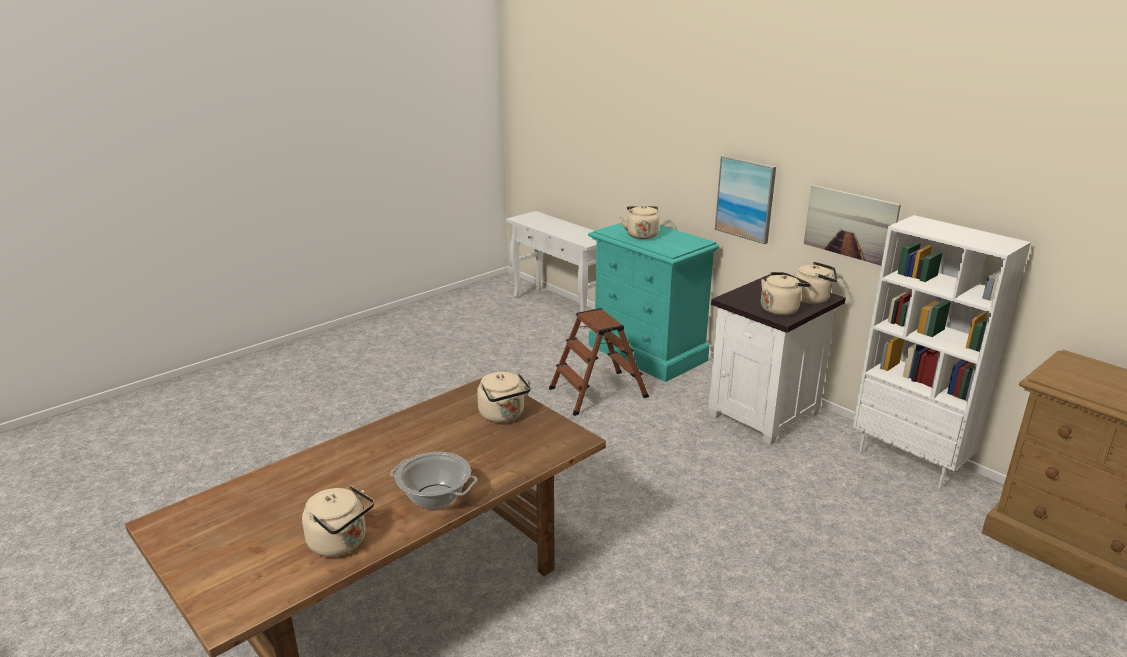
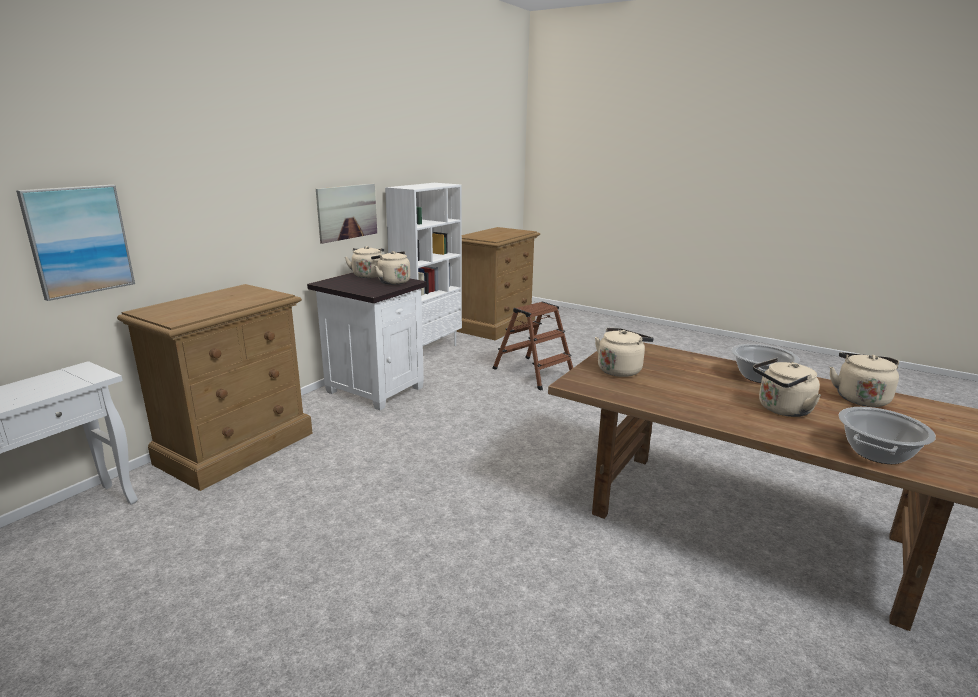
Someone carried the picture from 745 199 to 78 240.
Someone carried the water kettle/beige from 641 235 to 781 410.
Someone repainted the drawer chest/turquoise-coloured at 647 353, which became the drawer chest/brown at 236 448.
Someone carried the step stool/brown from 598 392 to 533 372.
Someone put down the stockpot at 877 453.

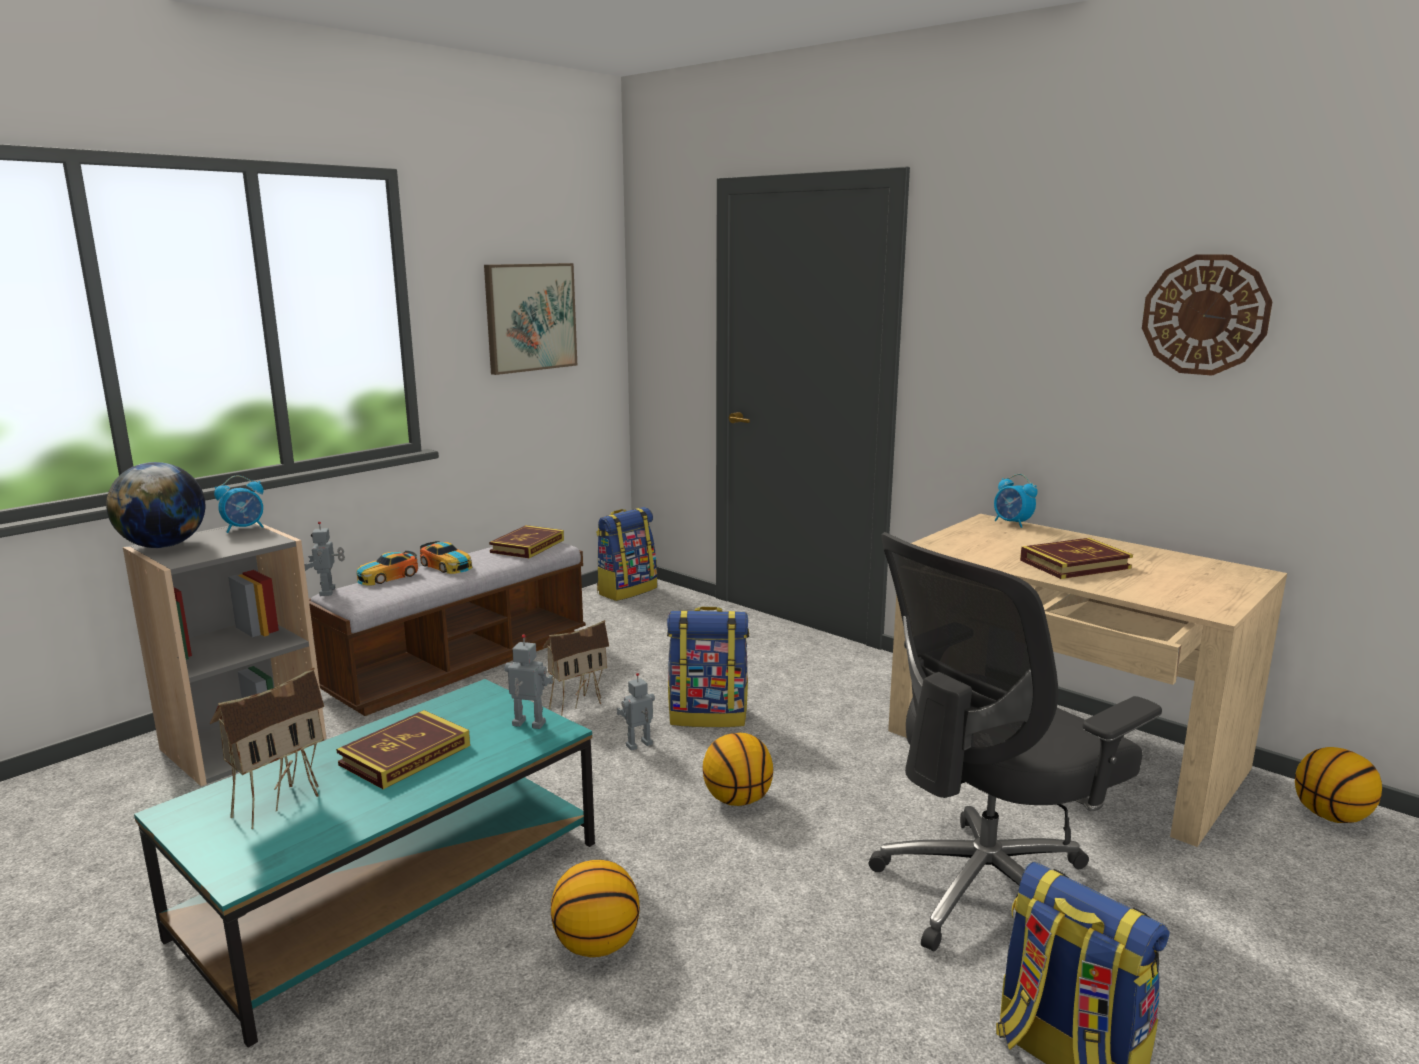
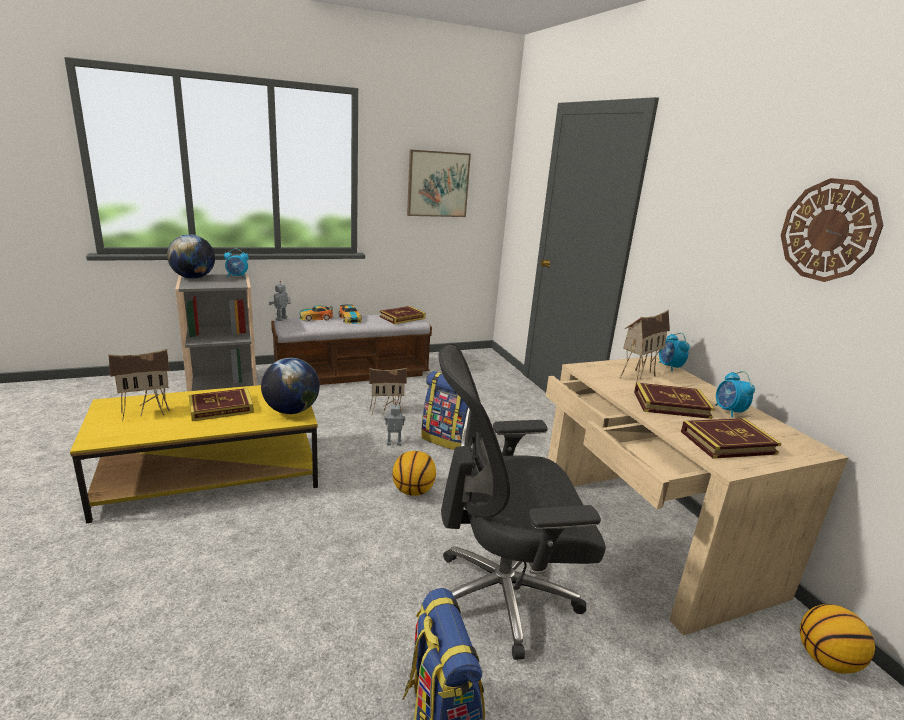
Someone took away the rucksack at 626 590.
Someone swapped the robot figure at 528 725 for the globe at 291 411.
Someone repainted the low table/turquoise-coloured at 393 888, which became the low table/yellow-coloured at 210 474.
Someone took away the basketball ball at 596 944.
Someone put down the miniature house at 636 375.
Someone put down the table clock at 729 411.
Someone put down the book at 727 442.

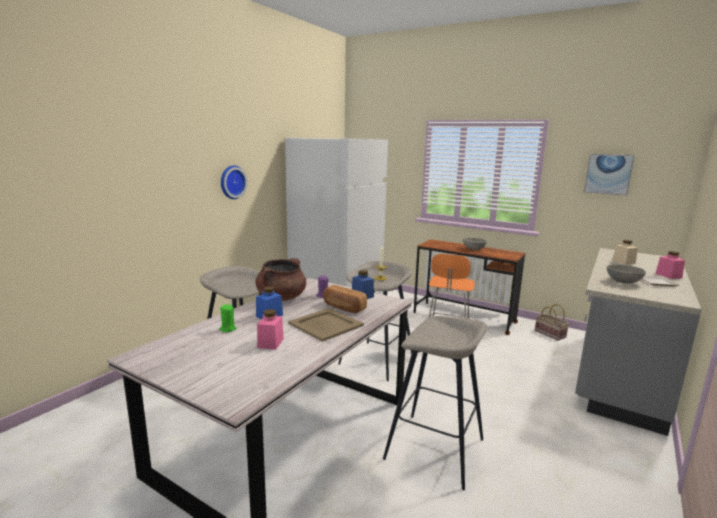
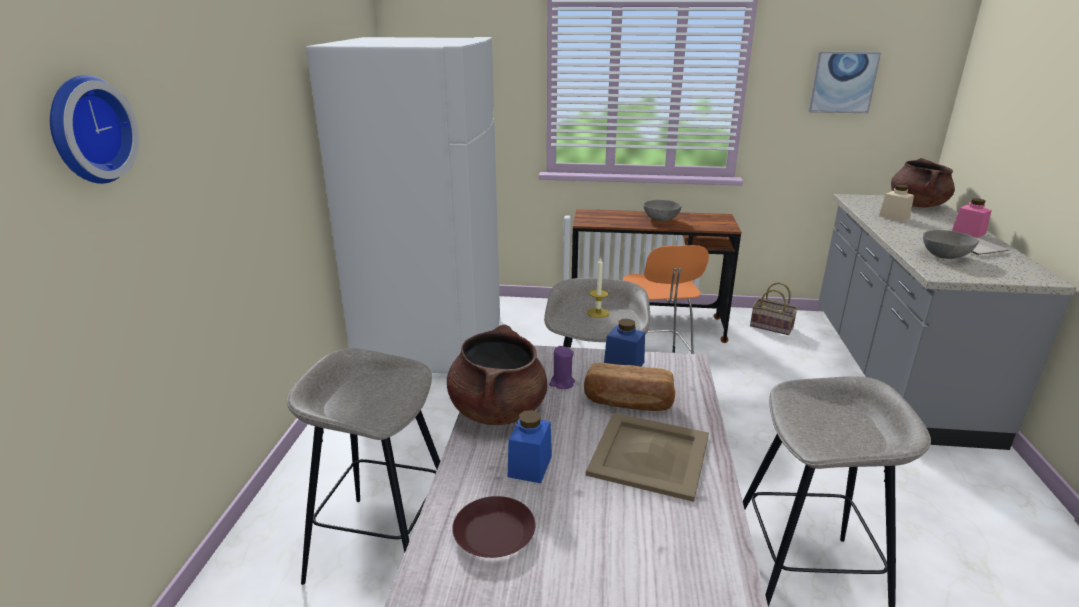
Someone carried the clock on the wall from 231 182 to 86 130.
Someone swapped the wax candle/greenish at 227 329 for the plate/brown at 494 532.
Someone took away the jar/pinkish at 270 343.
Someone put down the stockpot/brown at 917 205.

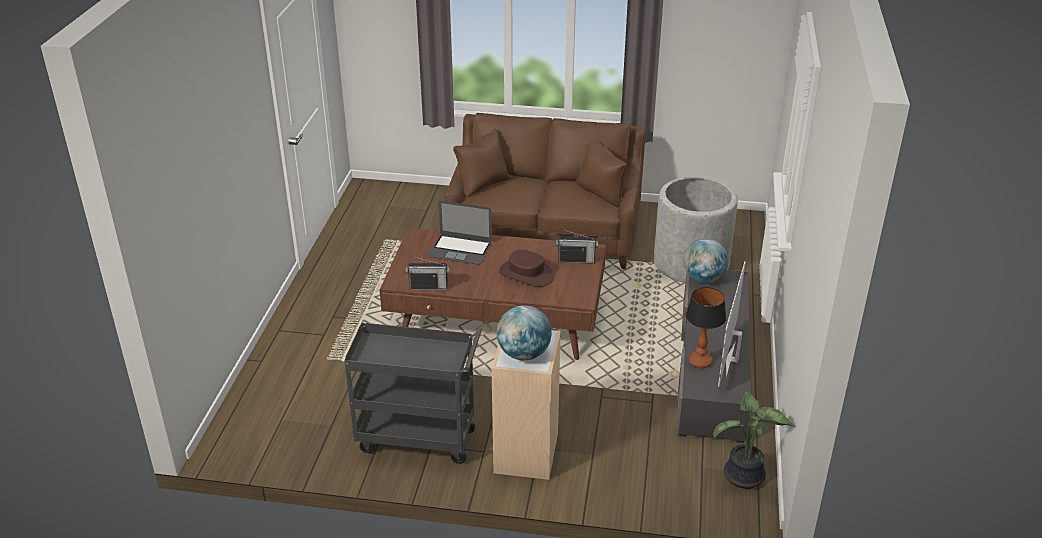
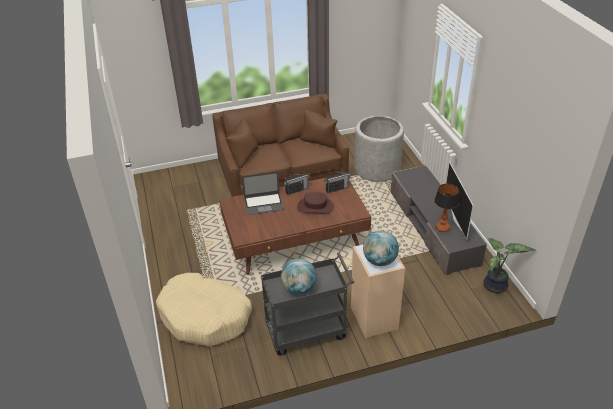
Someone carried the globe from 703 278 to 299 288.
Someone carried the radio from 428 287 to 296 190.
Someone put down the dog cushion/beige at 205 317.

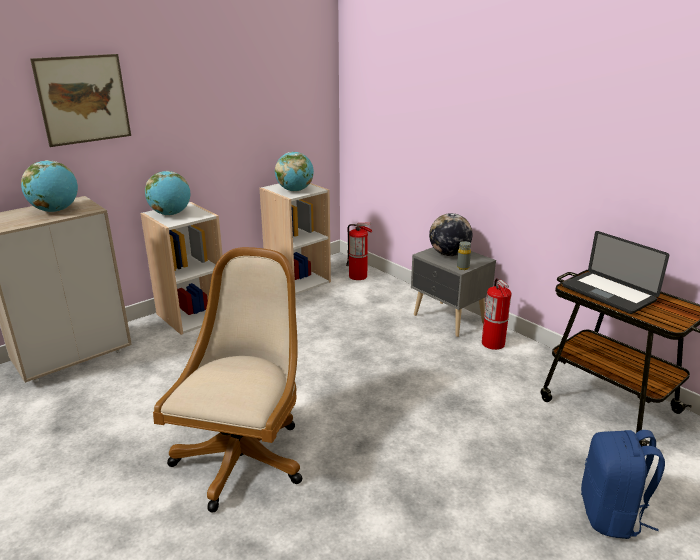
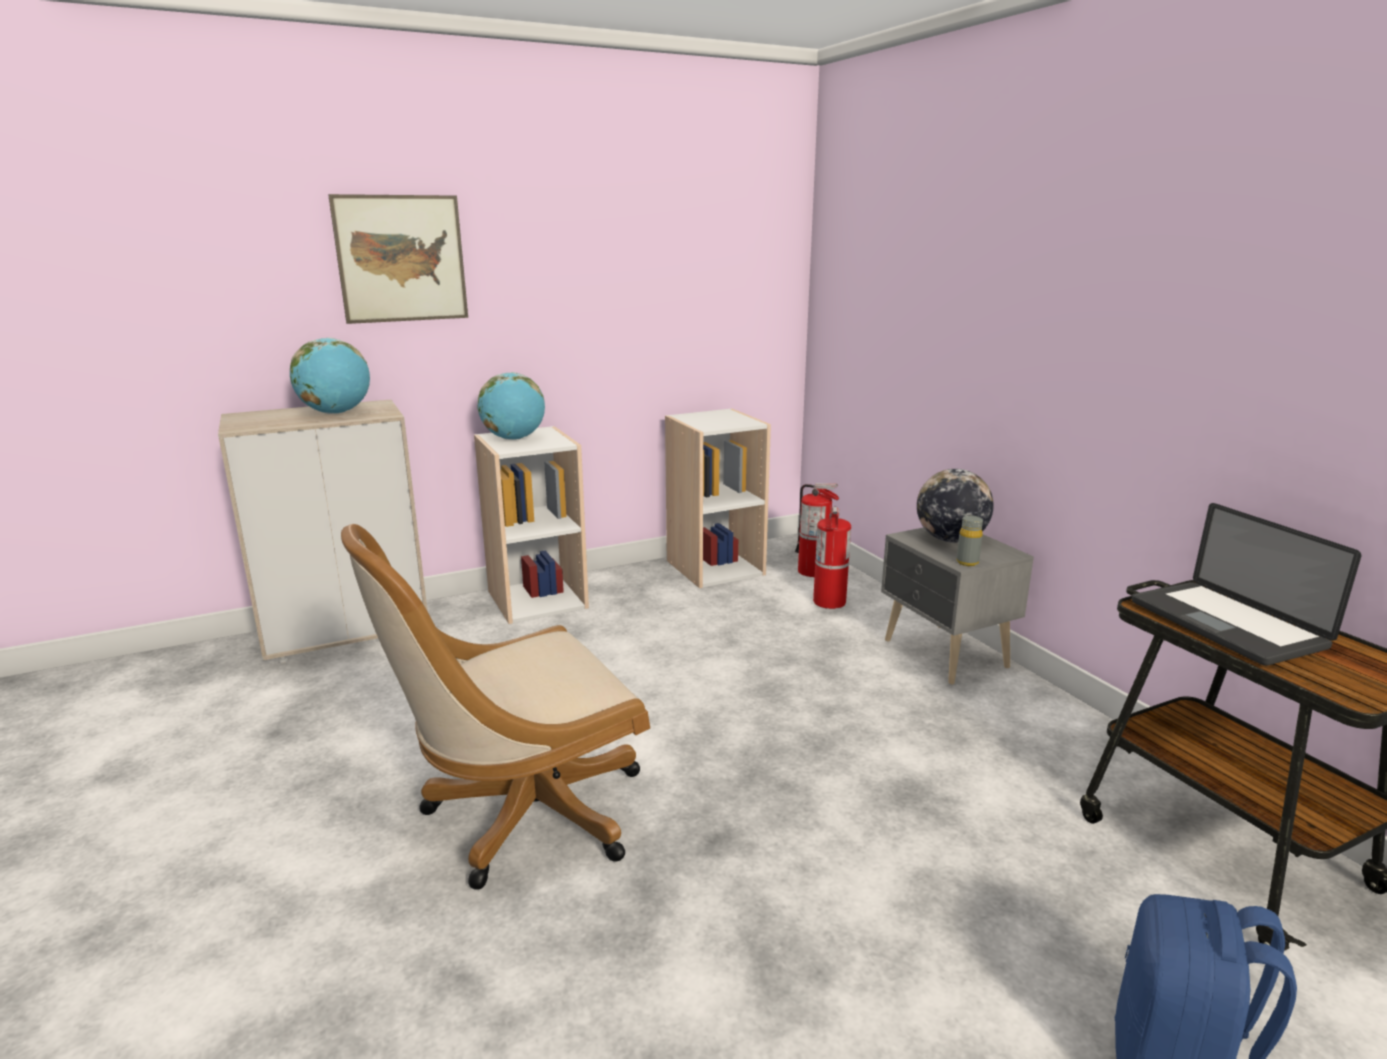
Someone took away the globe at 295 190.
Someone rotated the desk chair at 244 452 by 150 degrees counterclockwise.
Someone carried the fire-fighting cylinder from 493 344 to 829 602.

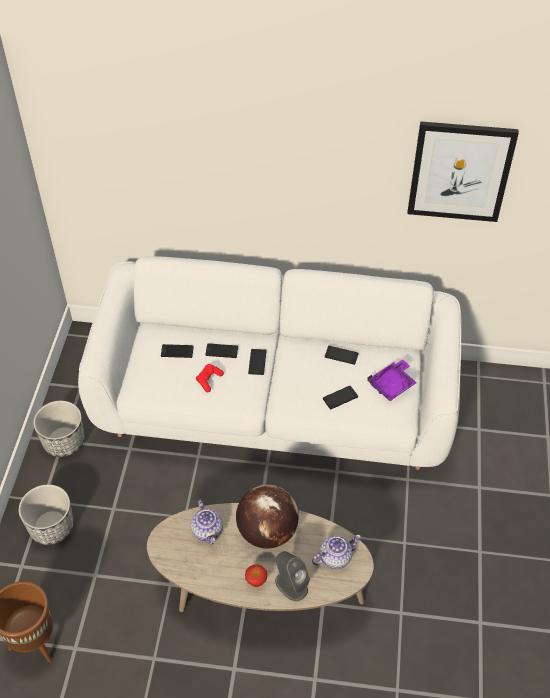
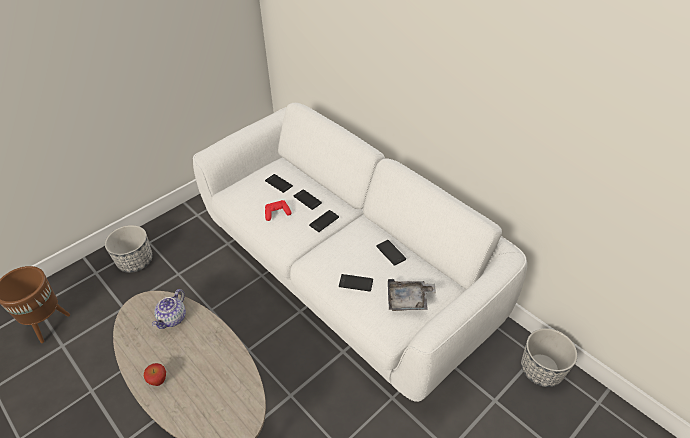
Someone took away the picture at 460 171.
Someone repainted the carrying tray/purple-coloured at 392 385, which became the carrying tray/gray at 408 300.
Someone carried the flower pot from 64 441 to 541 369.
Someone took away the globe at 267 531.
Someone took away the teapot at 335 557.
Someone took away the speaker/gray at 291 585.

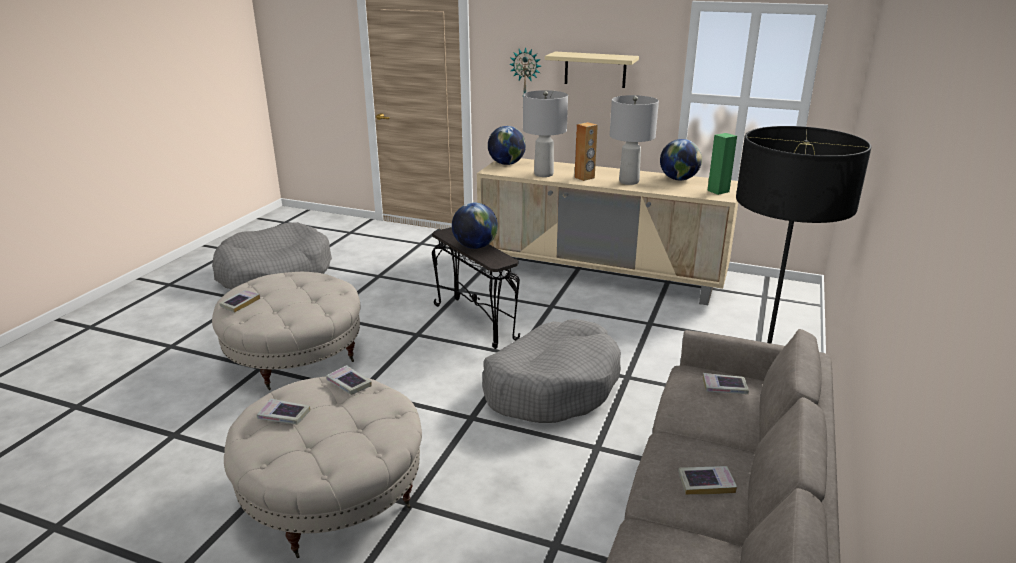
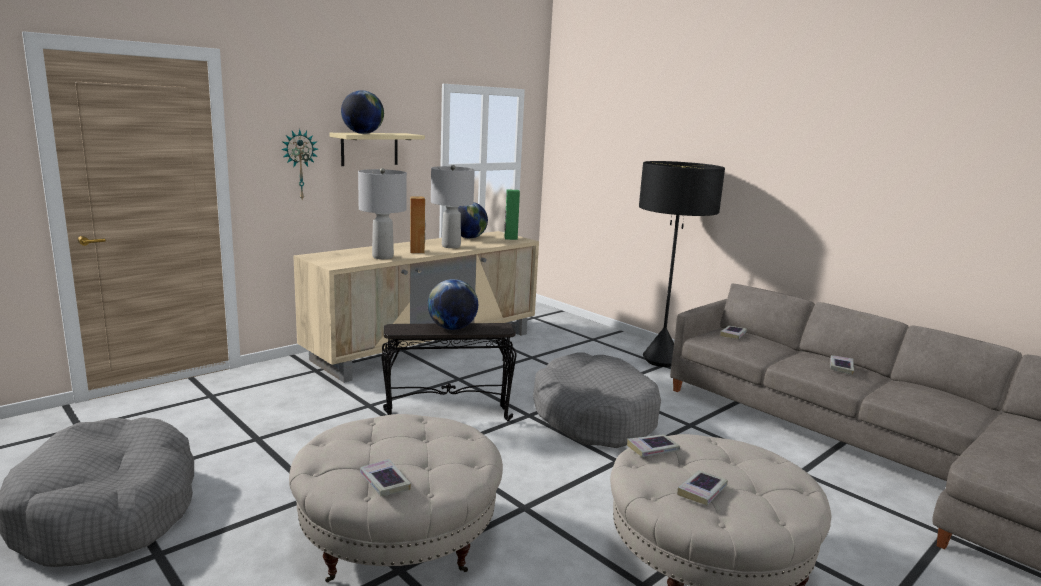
Someone carried the globe from 506 164 to 362 133.

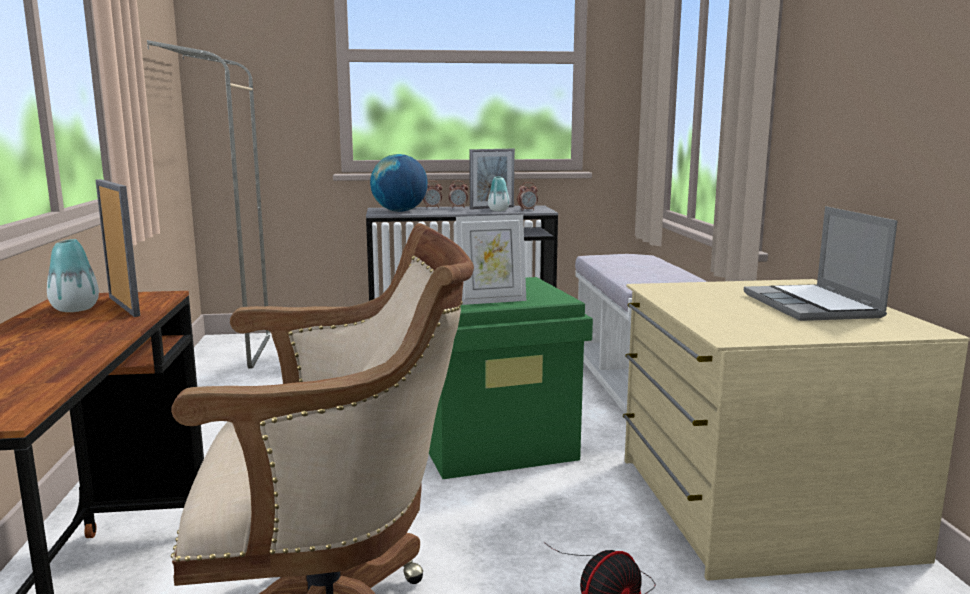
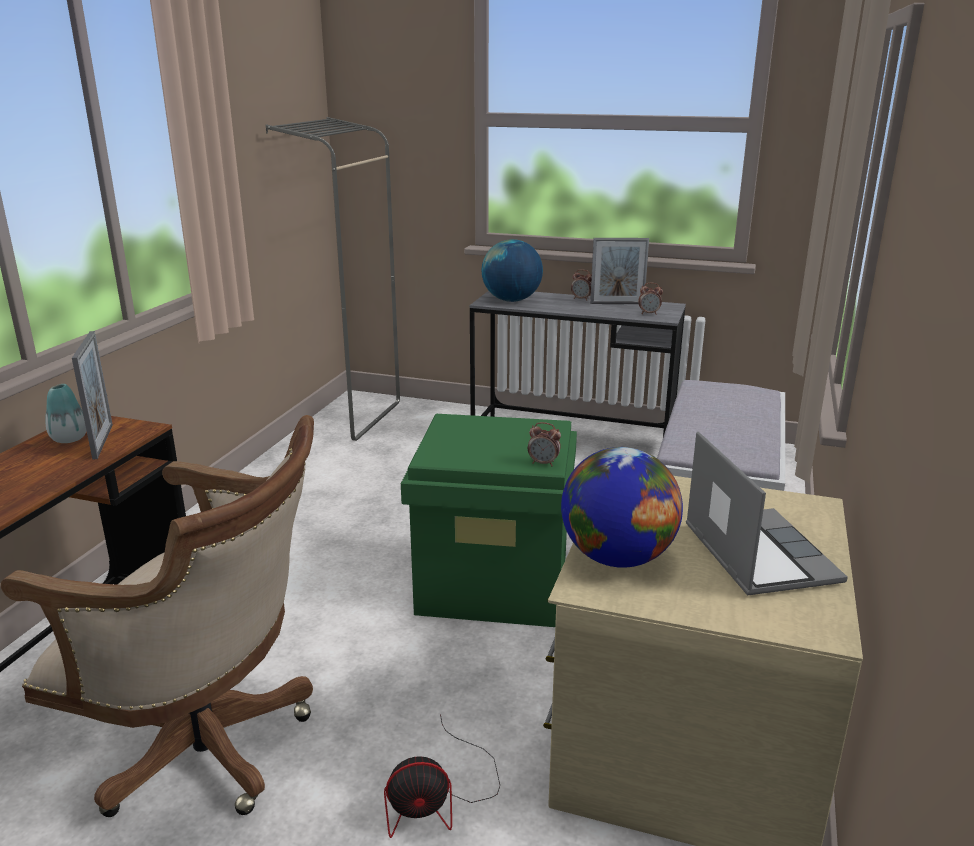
Someone took away the flower vase at 498 210.
Someone carried the table clock from 432 207 to 543 463.
Someone rotated the portable computer at 813 306 by 150 degrees clockwise.
Someone took away the photo frame at 491 301.
Someone put down the globe at 617 558.

